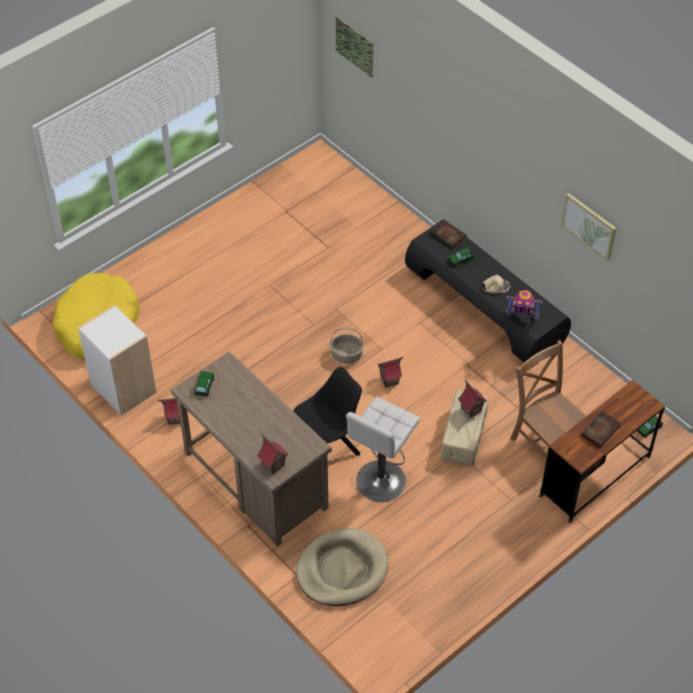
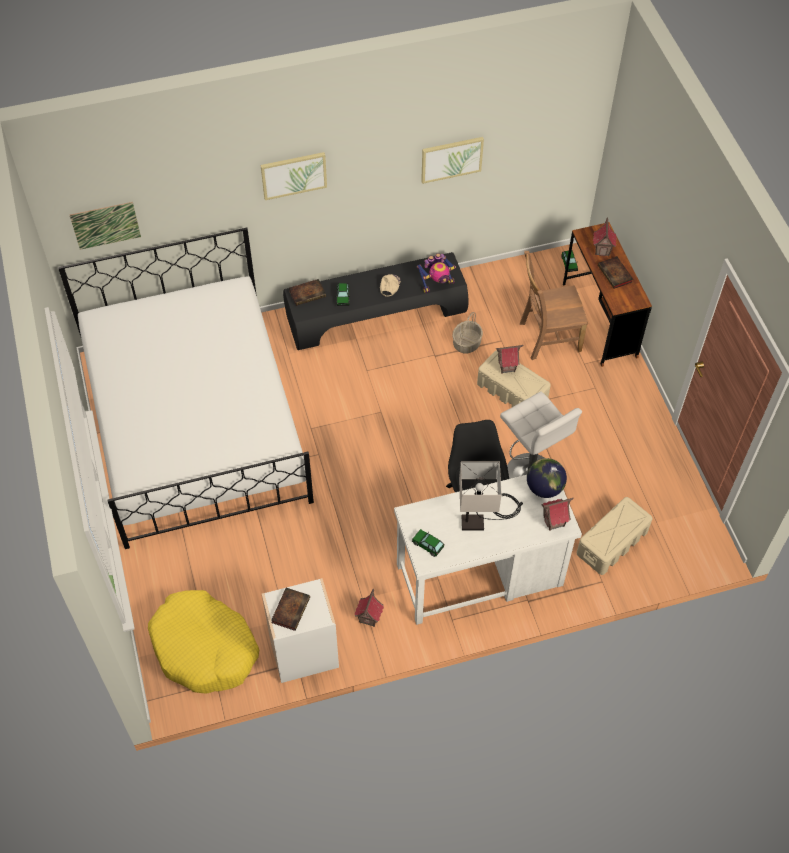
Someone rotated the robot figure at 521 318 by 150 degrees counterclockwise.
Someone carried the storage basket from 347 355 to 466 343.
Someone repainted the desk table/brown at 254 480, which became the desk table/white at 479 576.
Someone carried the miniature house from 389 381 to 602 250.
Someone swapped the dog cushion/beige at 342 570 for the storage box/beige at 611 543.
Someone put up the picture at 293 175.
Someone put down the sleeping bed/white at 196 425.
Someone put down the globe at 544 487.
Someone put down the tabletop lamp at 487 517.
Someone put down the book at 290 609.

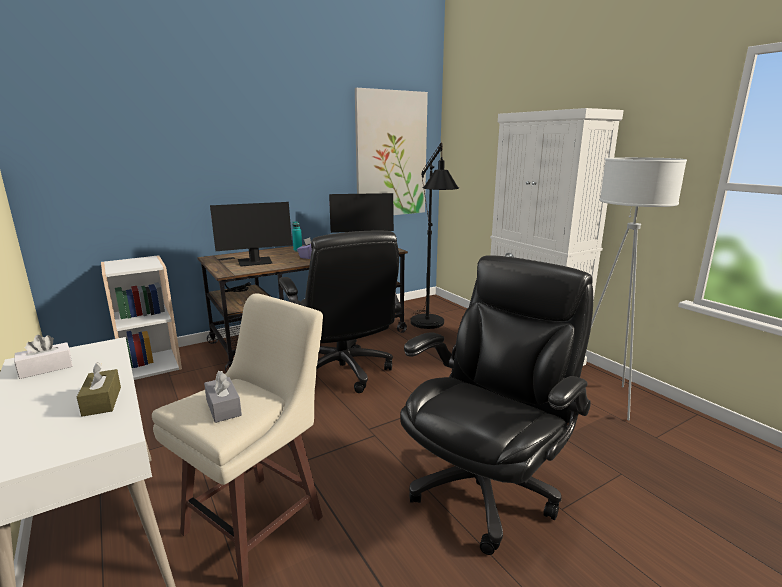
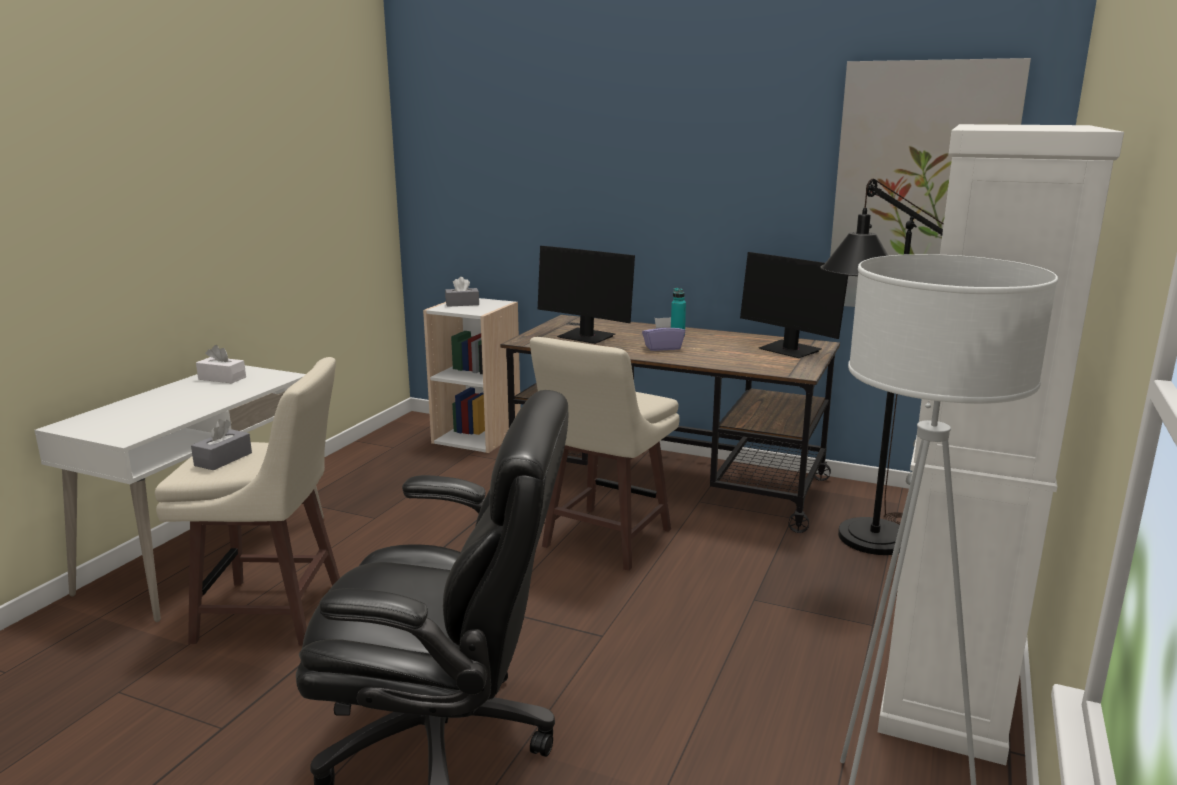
Someone swapped the desk chair/black-coloured at 343 373 for the stool seat/beige at 604 539.
Someone took away the box of tissues/brown at 102 401.
Someone put down the box of tissues/gray at 462 304.

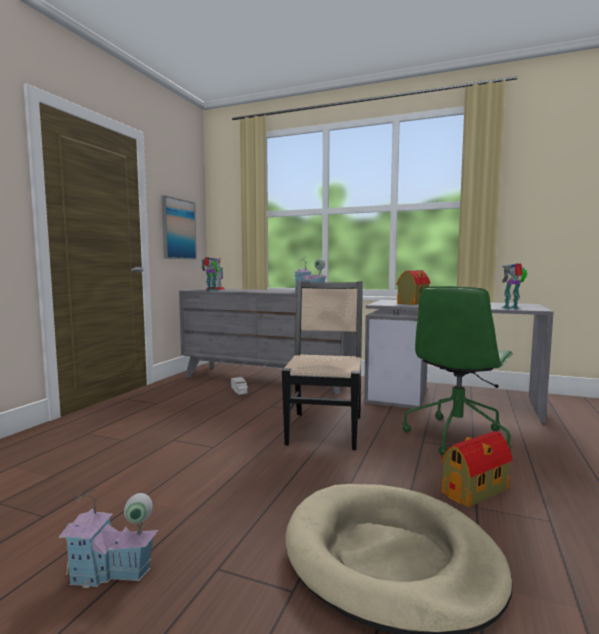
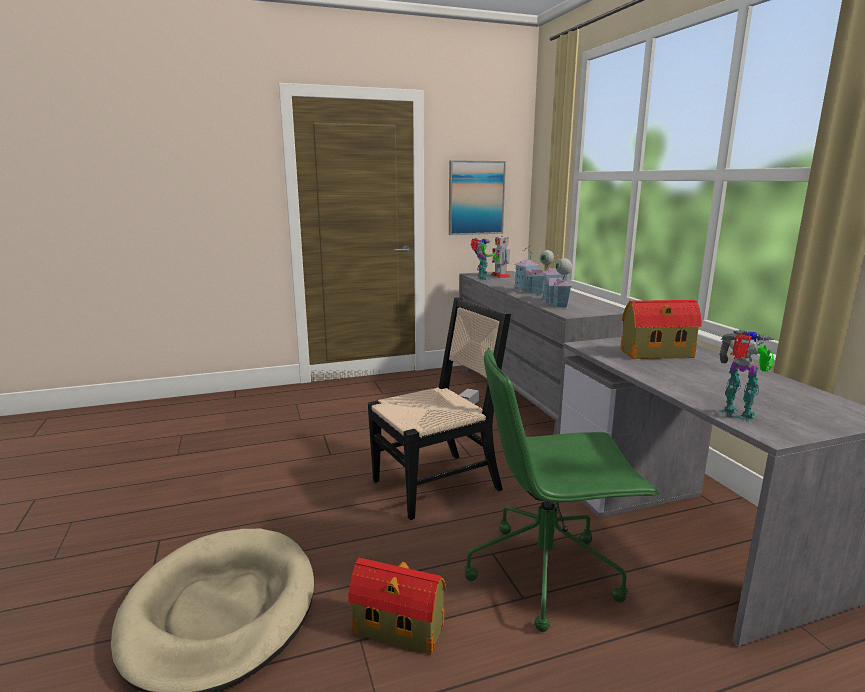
Someone carried the miniature house from 109 573 to 532 291.

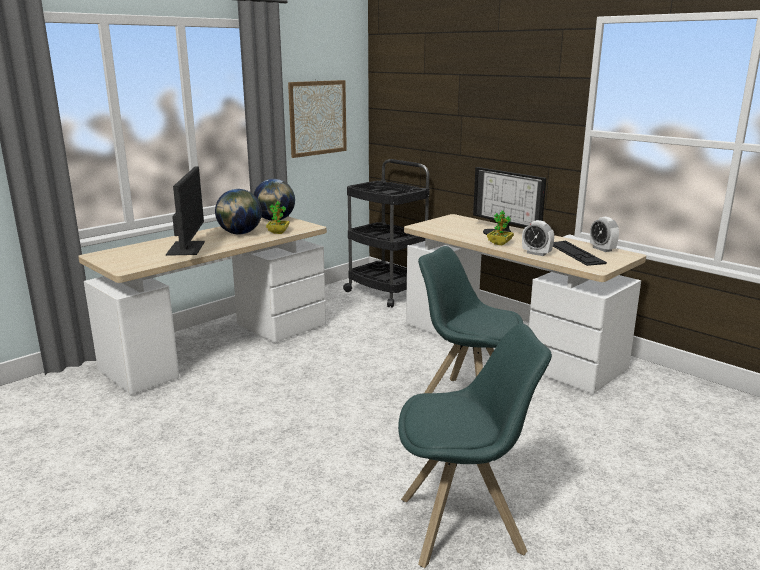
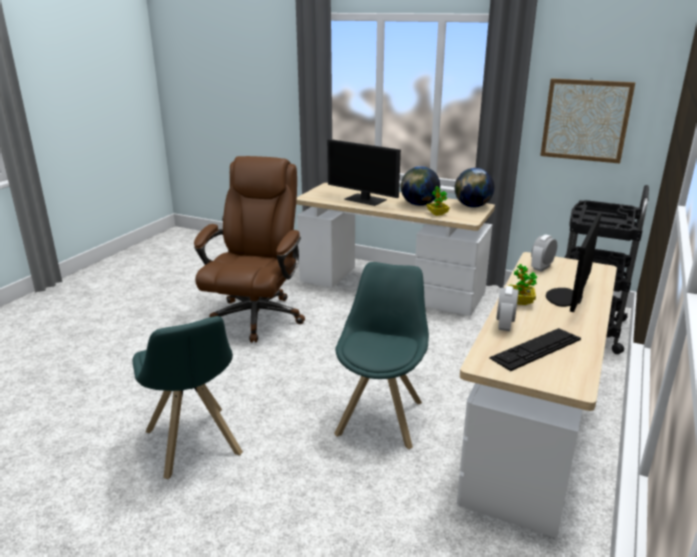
Someone rotated the computer display at 186 248 by 60 degrees clockwise.
Someone carried the table clock from 602 249 to 541 267.
Someone put down the desk chair/brown at 256 317.

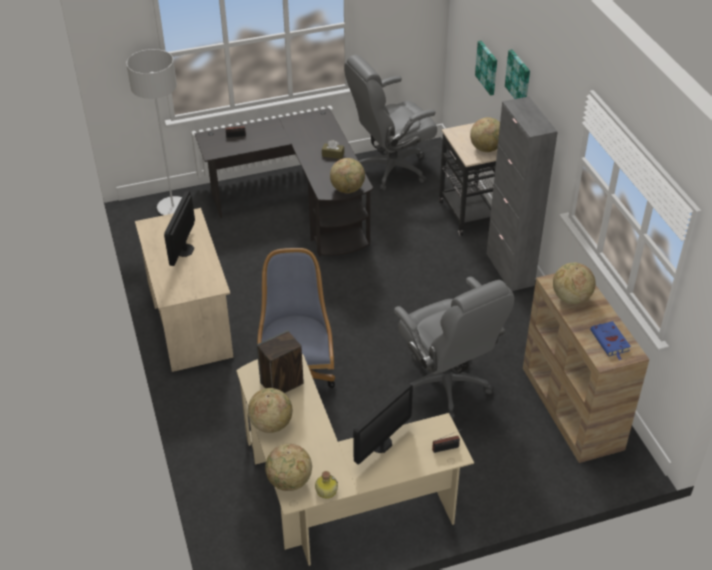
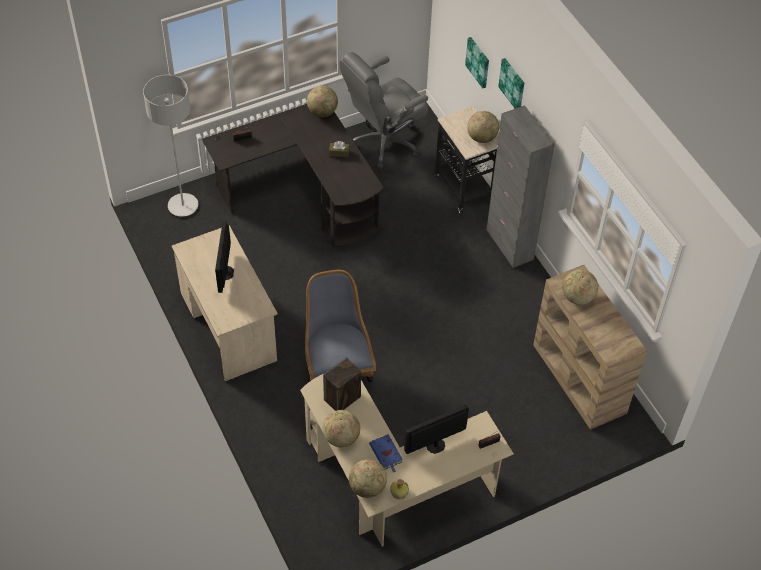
Someone carried the globe from 347 189 to 322 112.
Someone took away the desk chair/gray at 446 385.
Someone carried the book/blue from 610 342 to 386 454.
Someone rotated the computer display at 381 444 by 150 degrees counterclockwise.

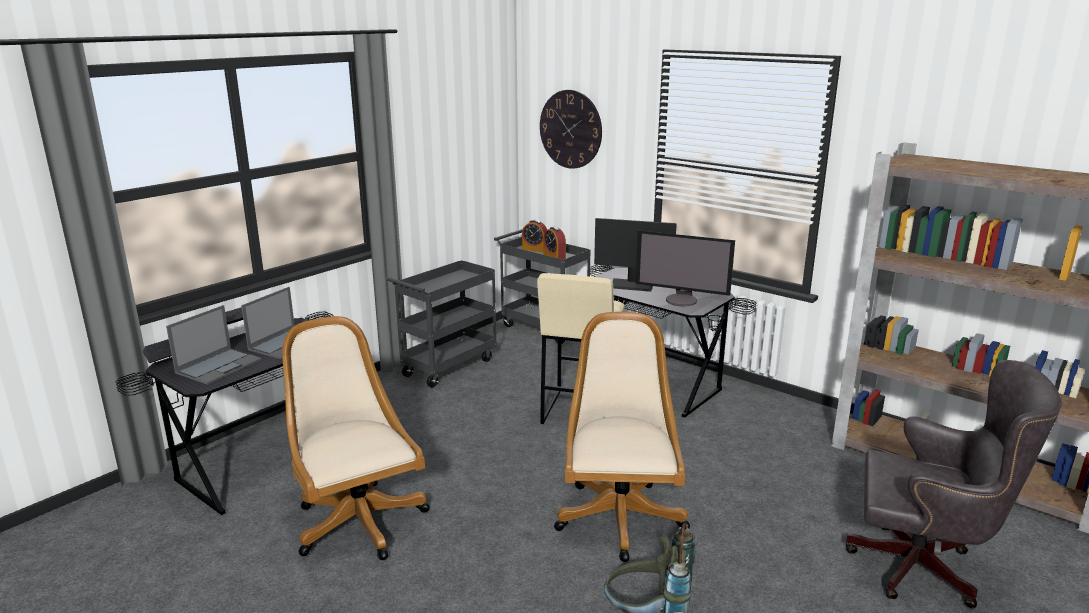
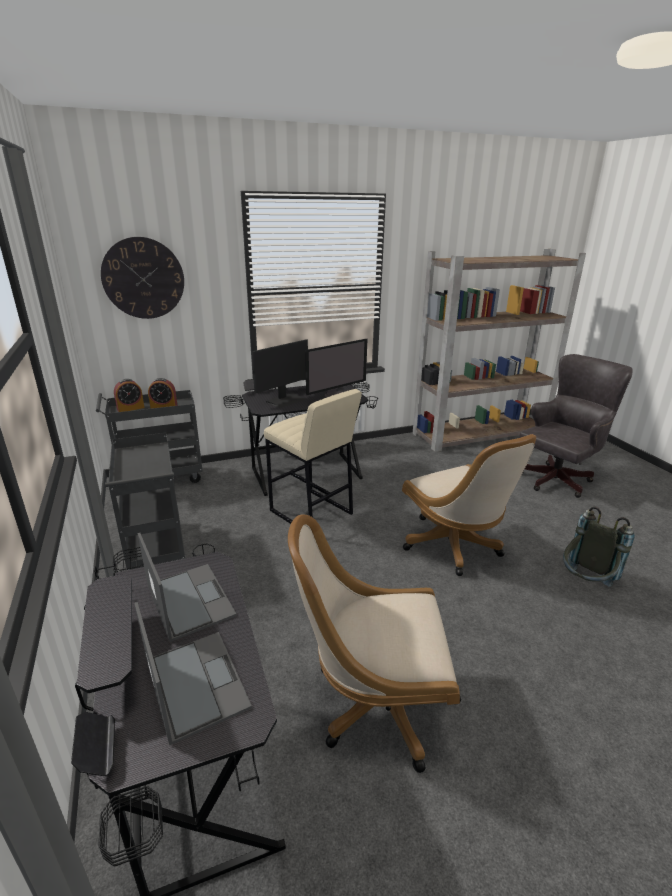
Someone rotated the desk chair at 619 511 by 150 degrees counterclockwise.

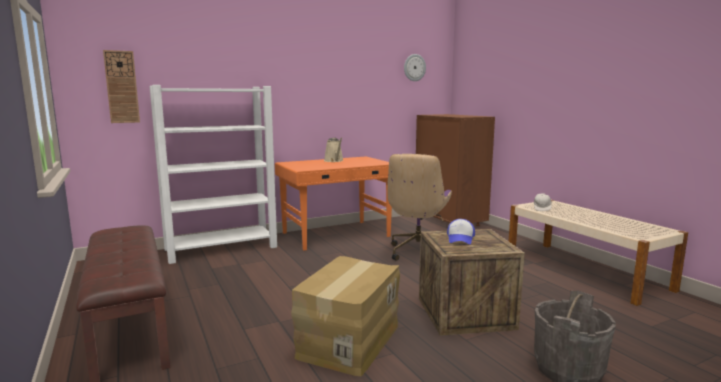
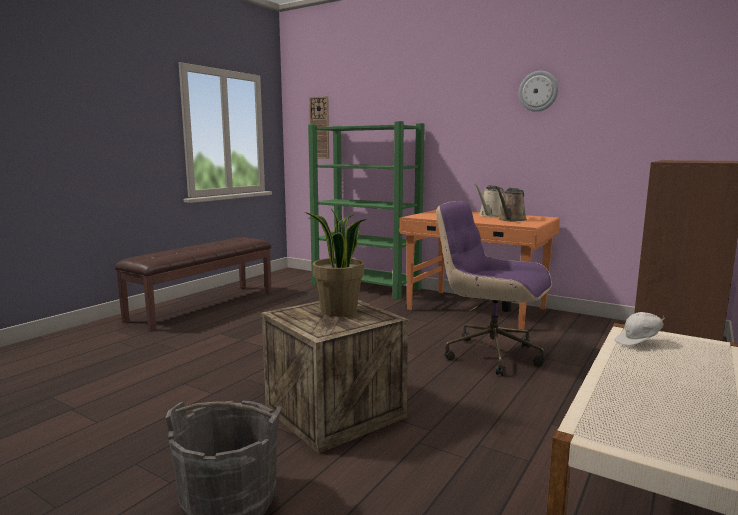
Someone carried the clock on the wall from 414 67 to 538 91.
Someone repainted the bookshelf/white at 221 248, which became the bookshelf/greenish at 365 286.
Someone rotated the desk chair/purple-coloured at 417 253 by 45 degrees clockwise.
Someone swapped the peaked cap at 460 238 for the potted plant at 338 311.
Someone took away the carton at 348 340.
Someone put down the watering can/brown at 511 220.

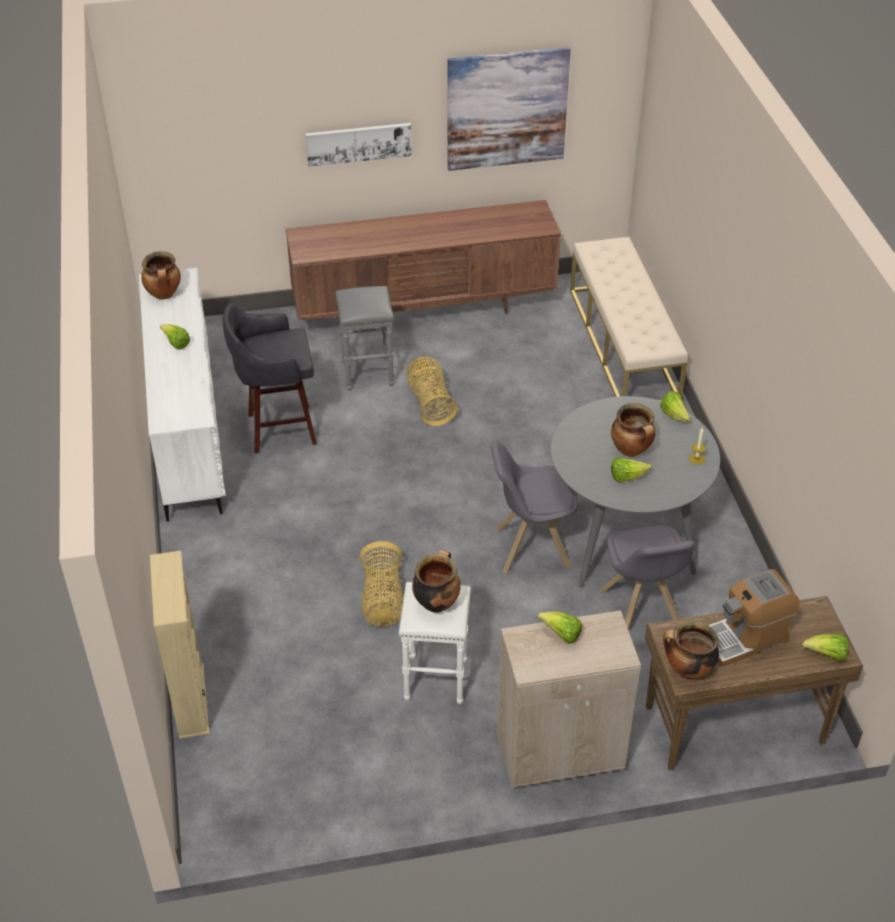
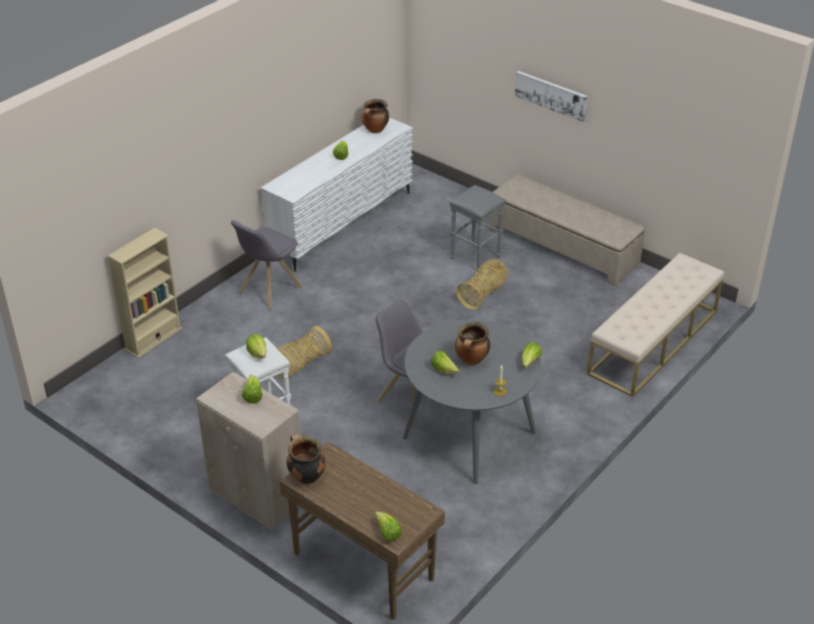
Someone took away the picture at 507 109.
Someone swapped the storage cabinet/brown at 425 309 for the indoor bench/beige at 563 246.
Someone took away the stool seat/gray at 278 429.
Someone carried the chair/gray from 641 610 to 269 290.
Someone swapped the stockpot at 436 602 for the lettuce at 257 353.
Someone took away the coffee machine at 744 637.

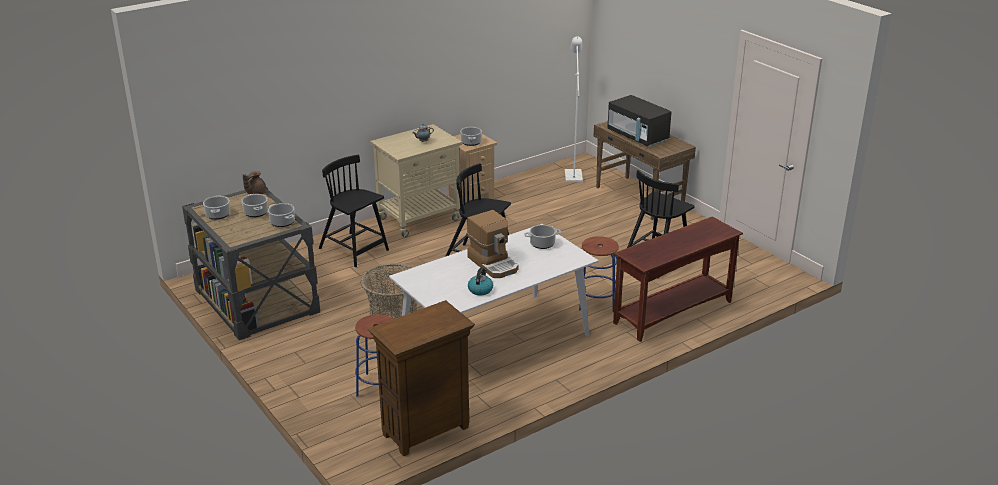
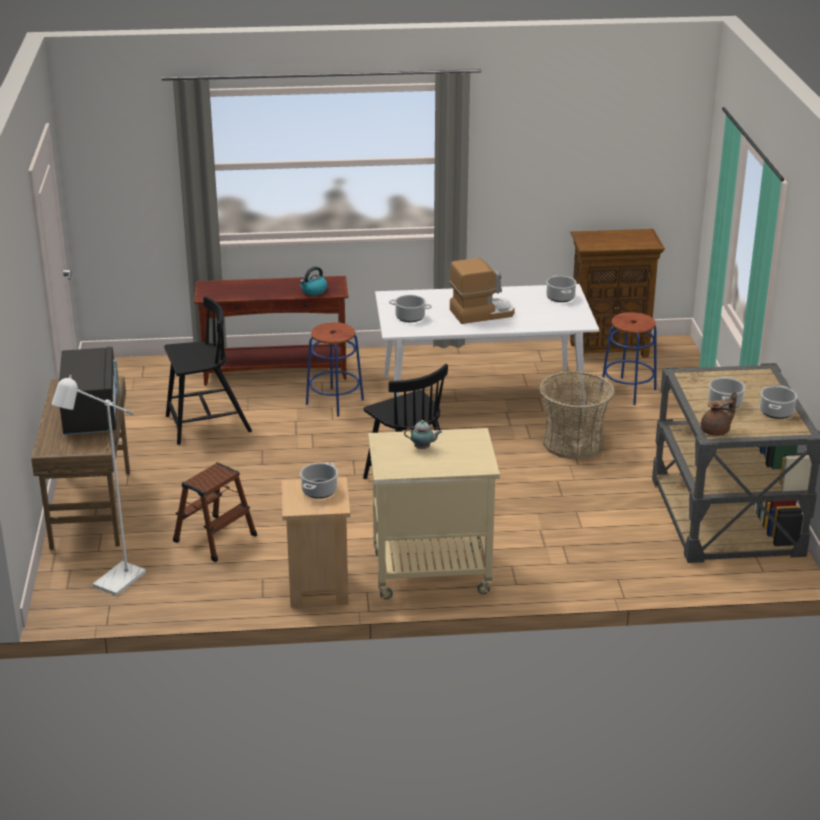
Someone took away the chair/black-coloured at 354 250.
Someone carried the stockpot from 282 222 to 560 298.
Someone rotated the coffee machine at 494 263 by 75 degrees clockwise.
Someone carried the water kettle from 480 289 to 313 291.
Someone put down the step stool/brown at 215 537.

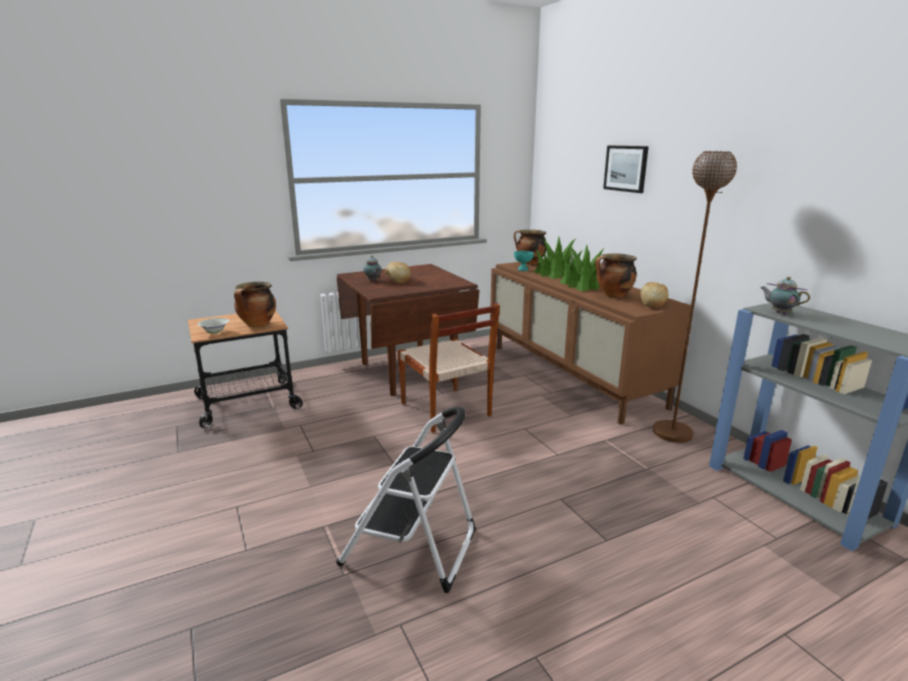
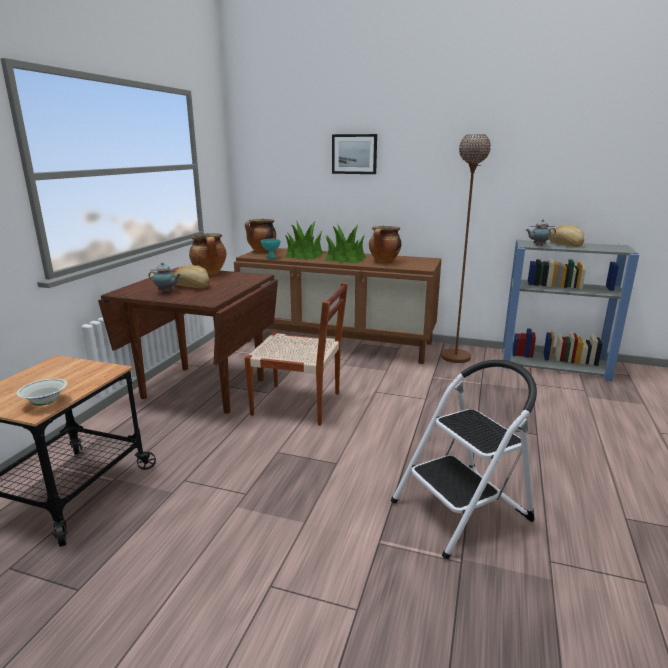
Someone carried the stockpot from 257 325 to 210 273.
Someone carried the bread from 651 303 to 565 244.

